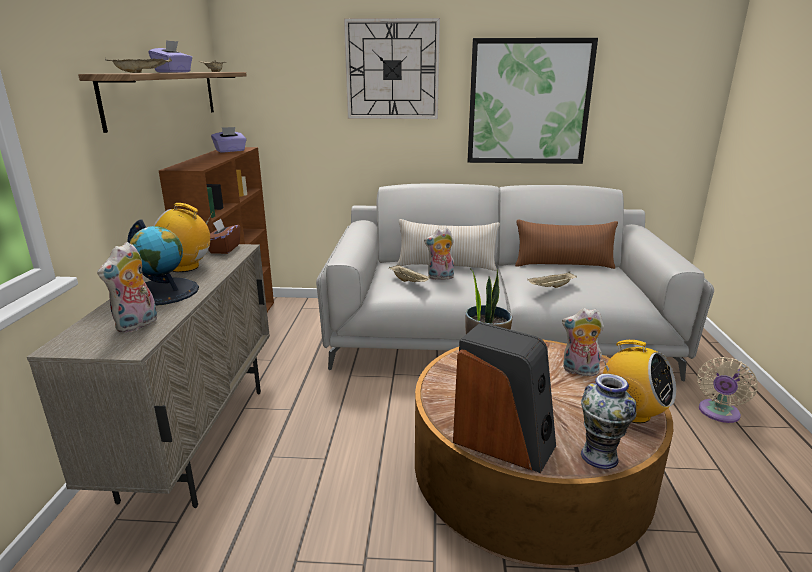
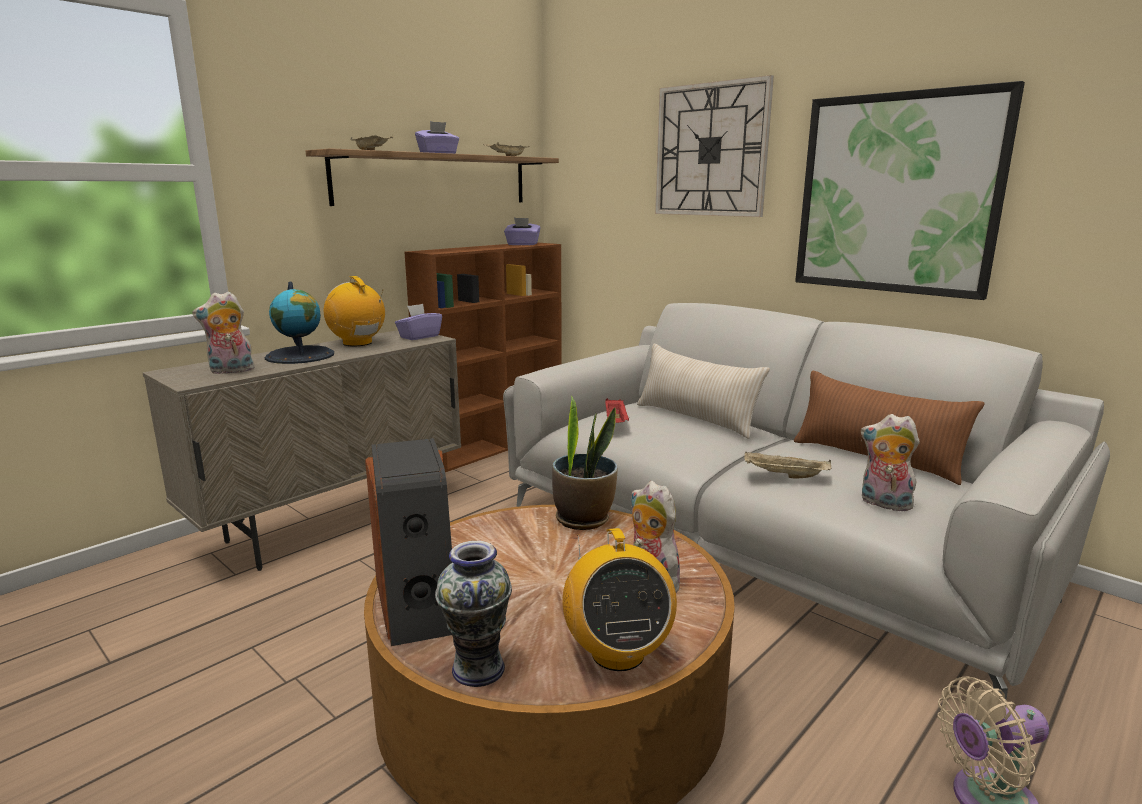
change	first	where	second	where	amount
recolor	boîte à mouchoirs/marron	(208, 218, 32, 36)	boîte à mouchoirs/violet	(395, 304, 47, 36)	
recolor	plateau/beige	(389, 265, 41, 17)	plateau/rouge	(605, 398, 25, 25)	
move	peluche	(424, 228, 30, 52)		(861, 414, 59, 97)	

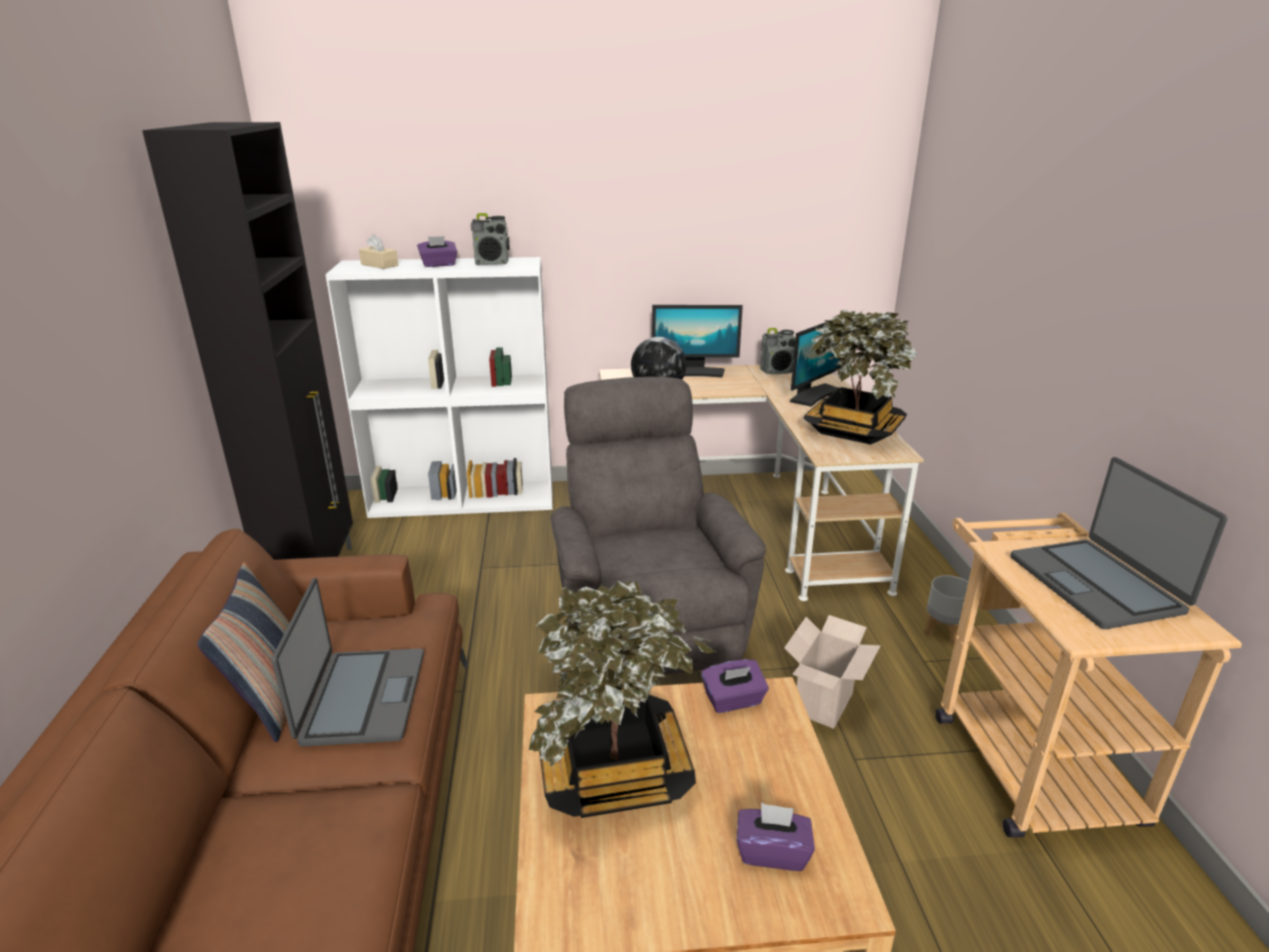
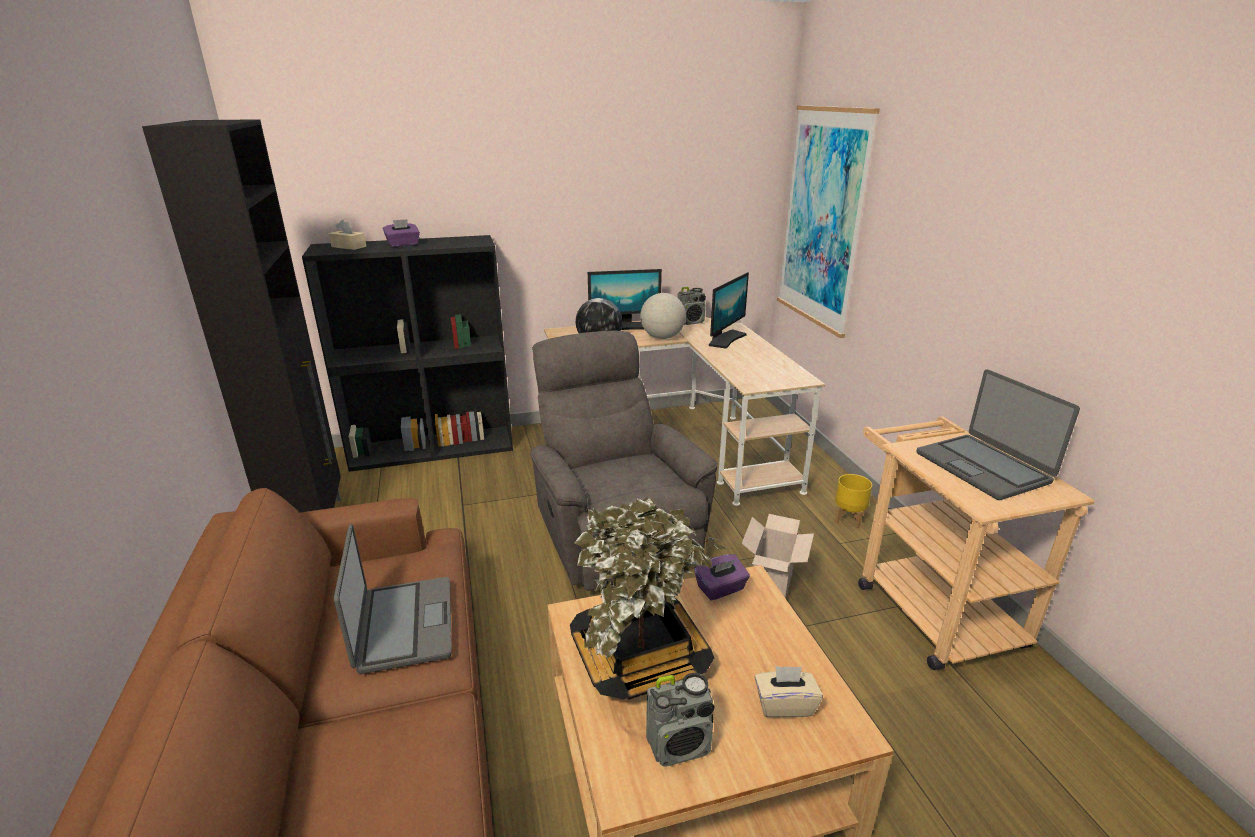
change	first	where	second	where	amount
delete	coussin	(197, 562, 92, 180)			
recolor	bibliothèque/blanc	(325, 257, 227, 261)	bibliothèque/noir	(302, 235, 211, 237)	
move	radio	(471, 213, 38, 52)		(646, 673, 69, 94)	
recolor	boîte à mouchoirs/violet	(737, 803, 78, 68)	boîte à mouchoirs/beige	(754, 666, 69, 52)	
delete	plante en pot	(803, 310, 114, 135)			
recolor	cache-pot/gris	(924, 575, 44, 70)	cache-pot/jaune	(834, 474, 38, 54)	
insert			globe	(640, 293, 46, 46)	
insert			tableau	(777, 105, 103, 233)	

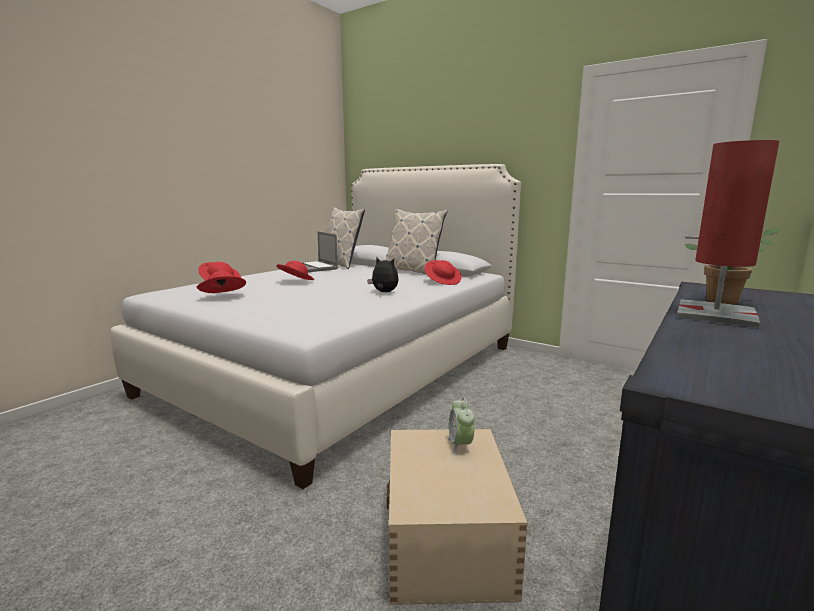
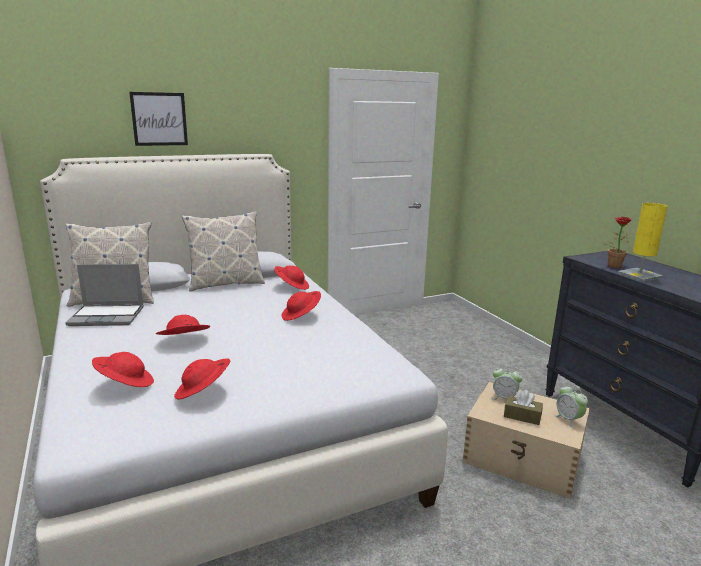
change	first	where	second	where	amount
replace	peluche	(367, 258, 32, 34)	chapeau/rouge	(282, 291, 39, 30)	
recolor	lampe de table/rouge	(677, 140, 102, 188)	lampe de table/jaune	(618, 203, 50, 78)	
insert			tableau	(129, 92, 59, 54)	
insert			boîte à mouchoirs/marron	(504, 390, 39, 35)	
insert			réveil	(554, 385, 34, 43)	

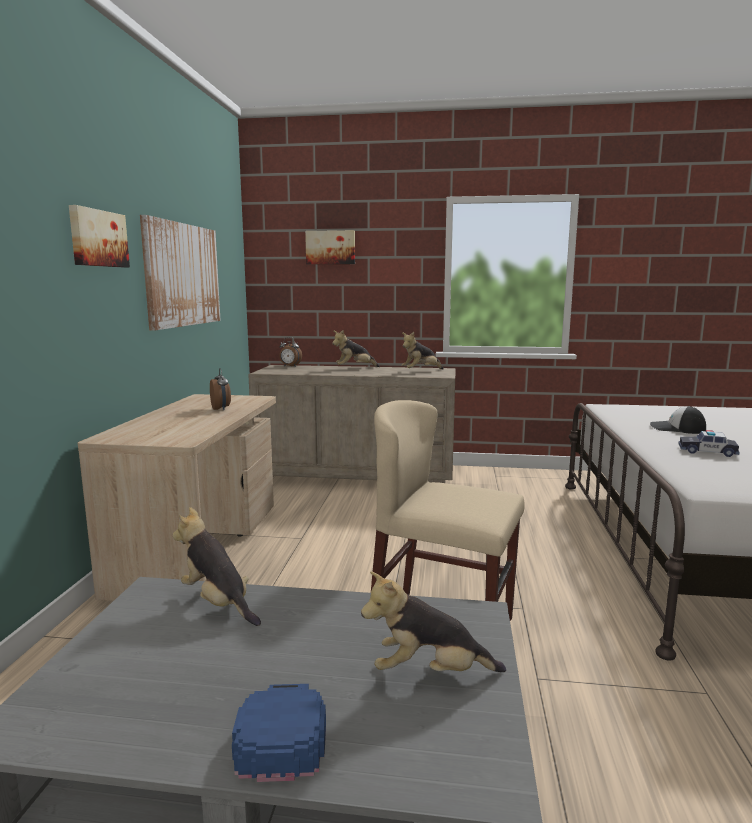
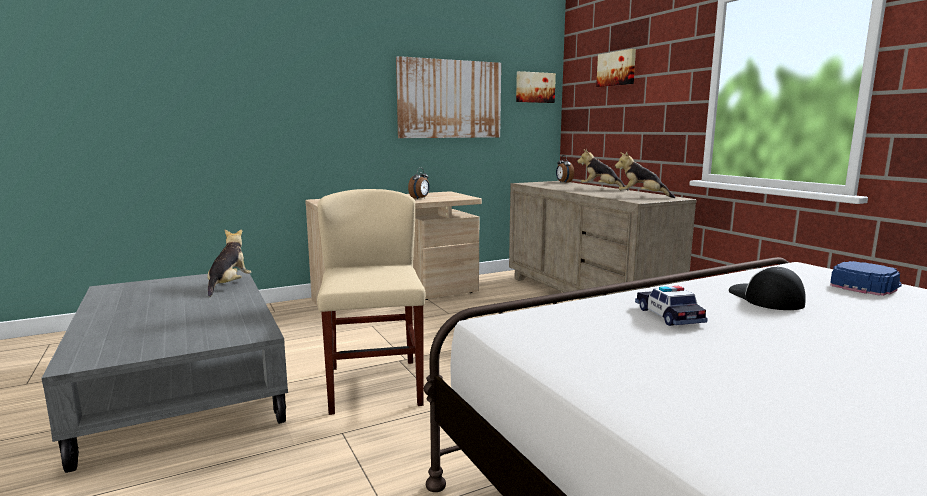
change	first	where	second	where	amount
move	tableau	(69, 205, 61, 62)		(516, 71, 40, 32)	
move	casquette/bleu	(232, 684, 94, 98)		(830, 261, 72, 35)	
delete	peluche	(361, 571, 145, 101)			

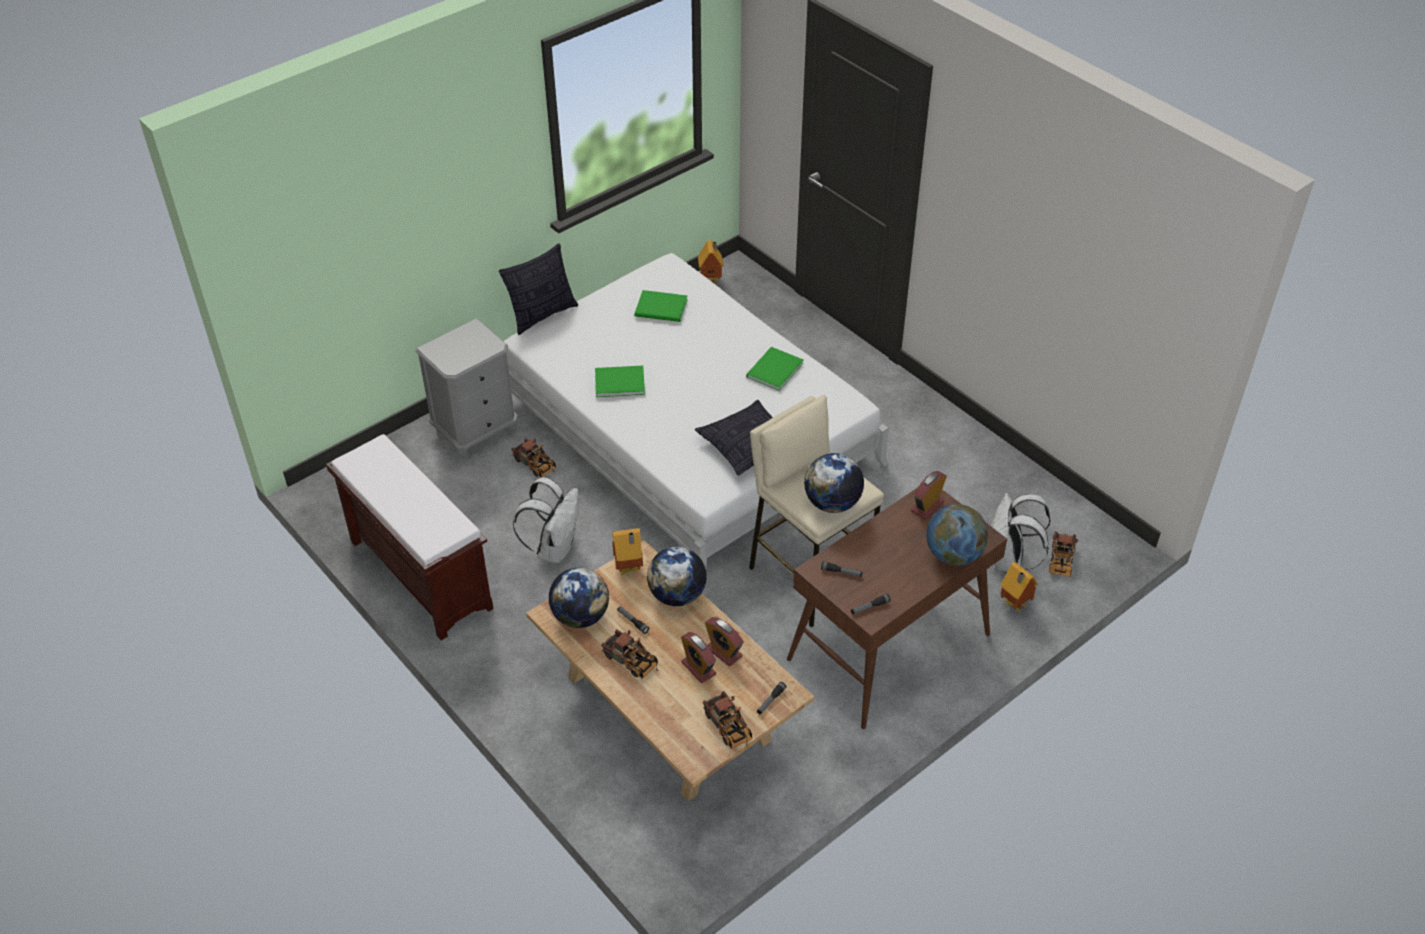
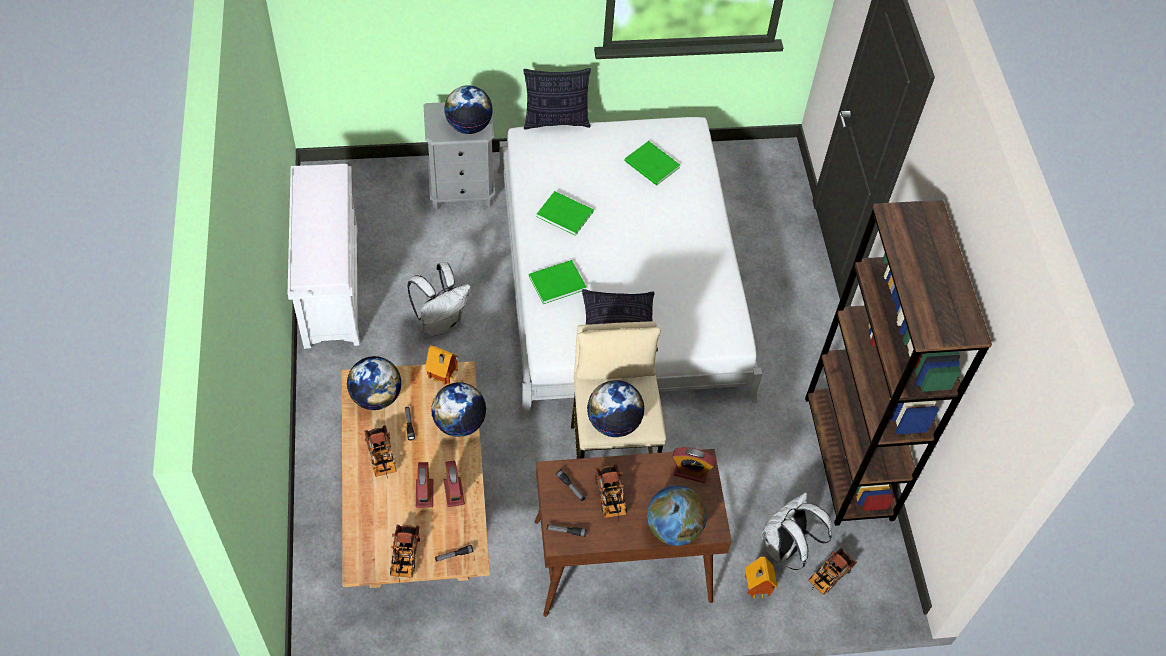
change	first	where	second	where	amount
recolor	banc/marron	(326, 434, 168, 206)	banc/blanc	(288, 164, 72, 185)	
move	camion jouet	(511, 438, 45, 40)		(595, 464, 32, 57)	
delete	maison miniature	(698, 240, 25, 44)			
move	livre/vert	(746, 347, 58, 44)		(529, 260, 57, 44)	
rotate	réveil	(911, 471, 36, 48)		(673, 447, 43, 36)	150 degrees counterclockwise
insert			globe	(444, 85, 49, 49)	
insert			bibliothèque/marron	(805, 200, 187, 326)	

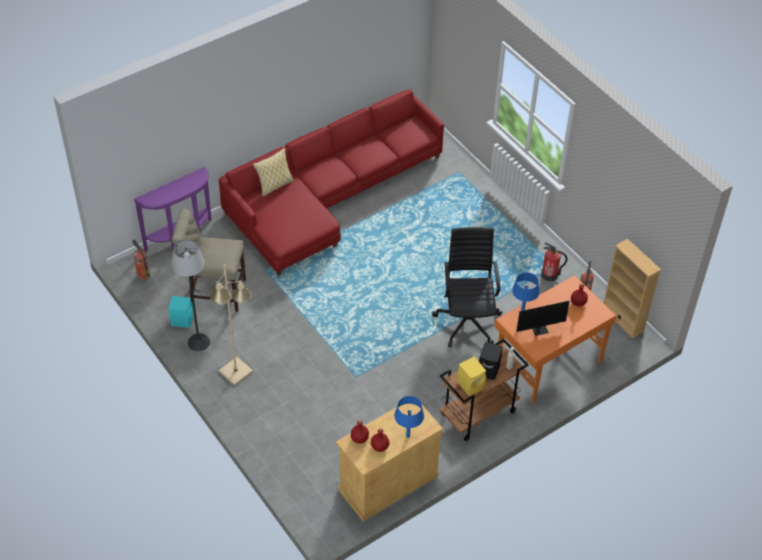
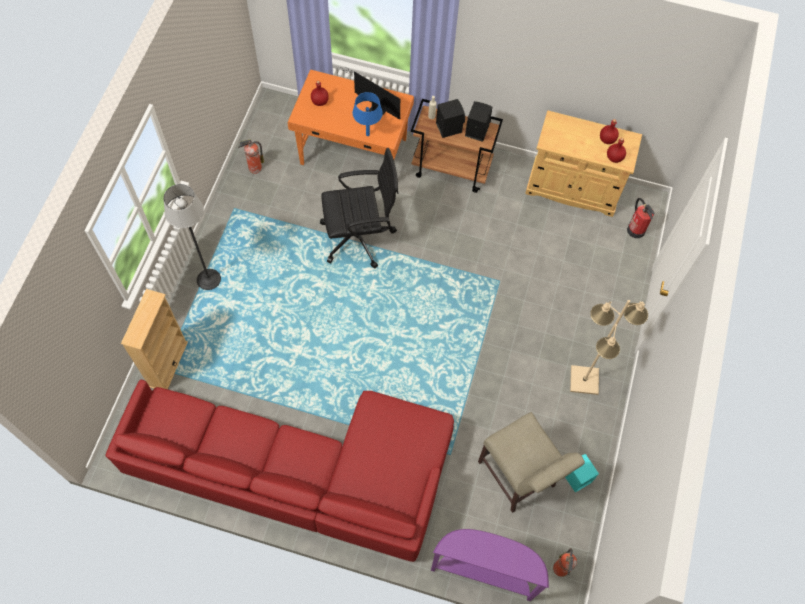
change	first	where	second	where	amount
move	lampadaire	(172, 239, 38, 112)		(163, 184, 58, 106)	
delete	coussin	(253, 148, 41, 49)			
delete	lampe de table/bleu	(394, 396, 30, 42)			
rotate	chaise de bureau/noir	(432, 227, 70, 120)		(320, 148, 78, 120)	150 degrees counterclockwise
recolor	enceinte/jaune	(457, 356, 29, 40)	enceinte/noir	(465, 101, 27, 41)	
move	extincteur	(541, 242, 26, 39)		(627, 198, 28, 40)	
move	bibliothèque/beige	(604, 239, 57, 99)		(121, 289, 67, 100)	

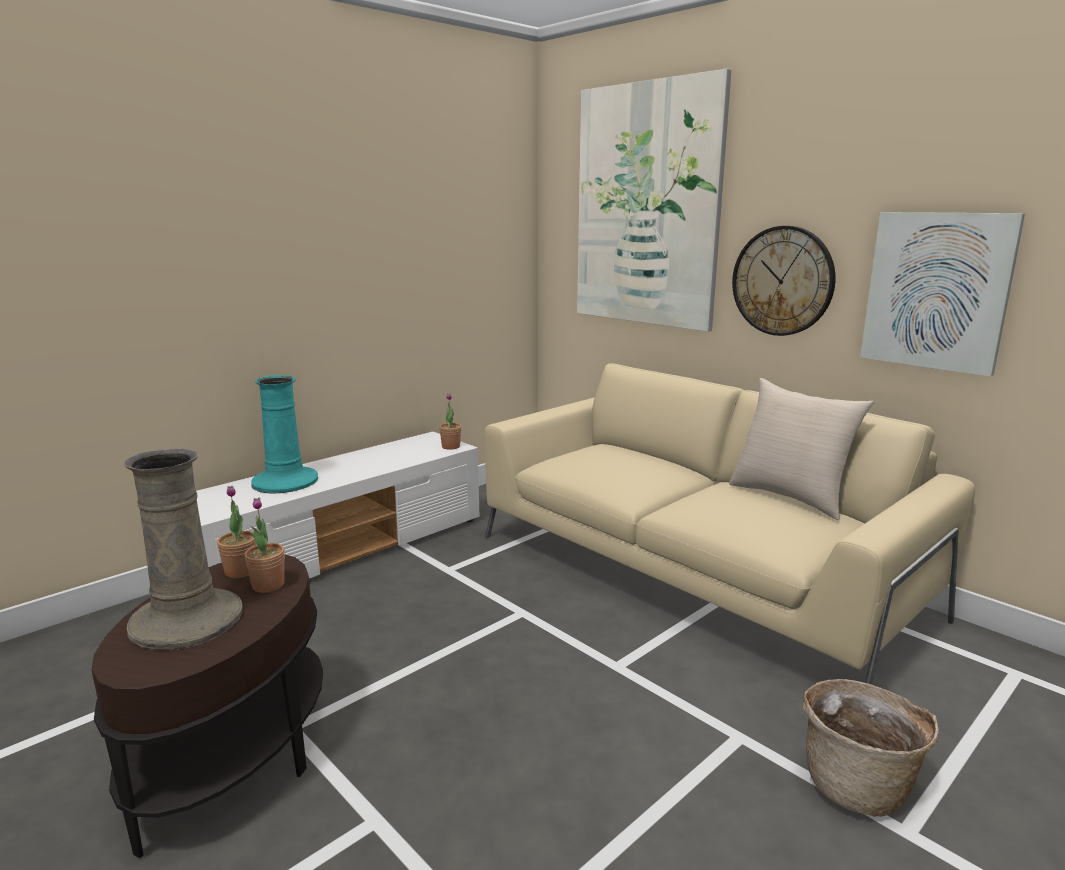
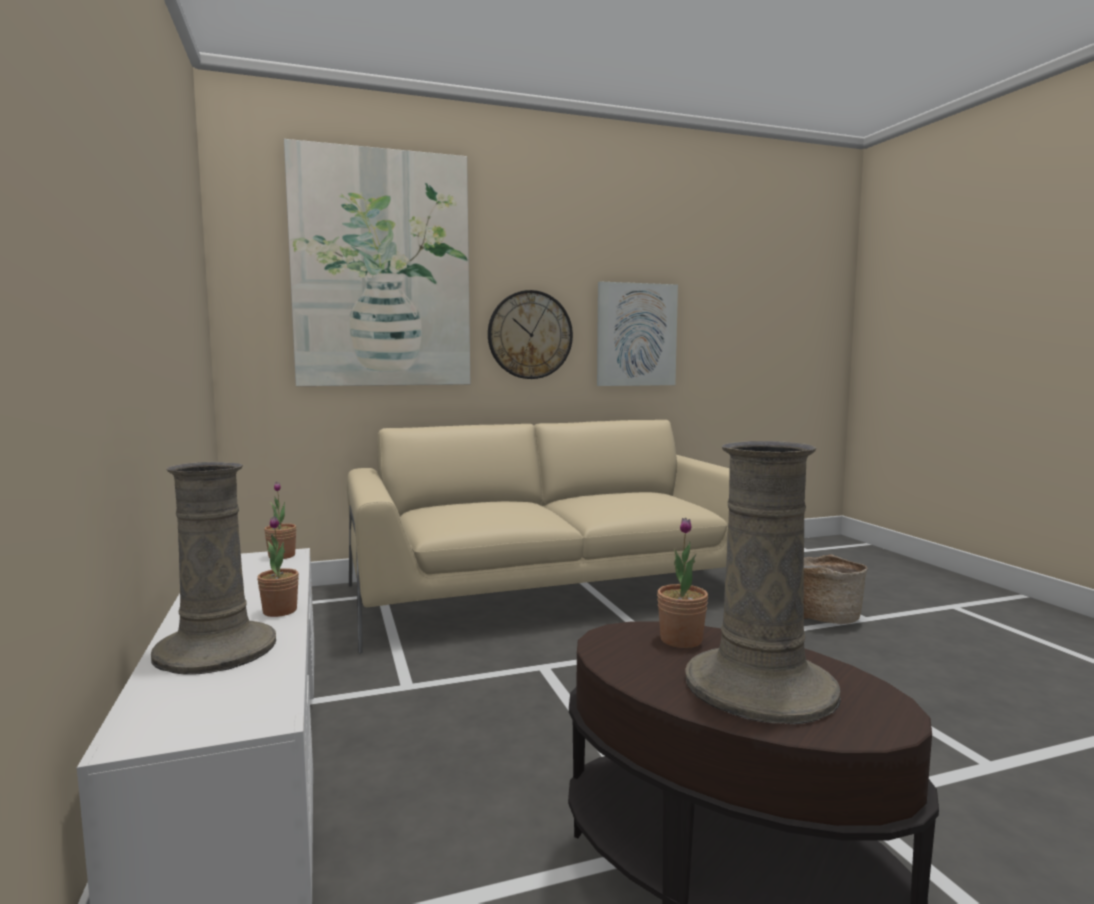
change	first	where	second	where	amount
move	plante en pot	(217, 486, 39, 92)		(257, 516, 42, 101)	
recolor	vase/turquoise	(251, 375, 67, 119)	vase/beige	(151, 462, 125, 213)	
delete	coussin/beige	(729, 378, 145, 142)			

